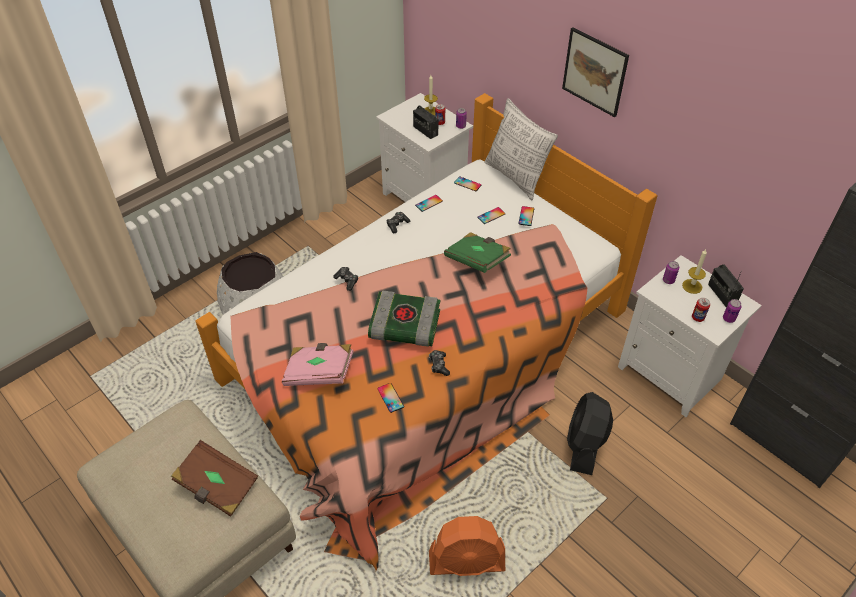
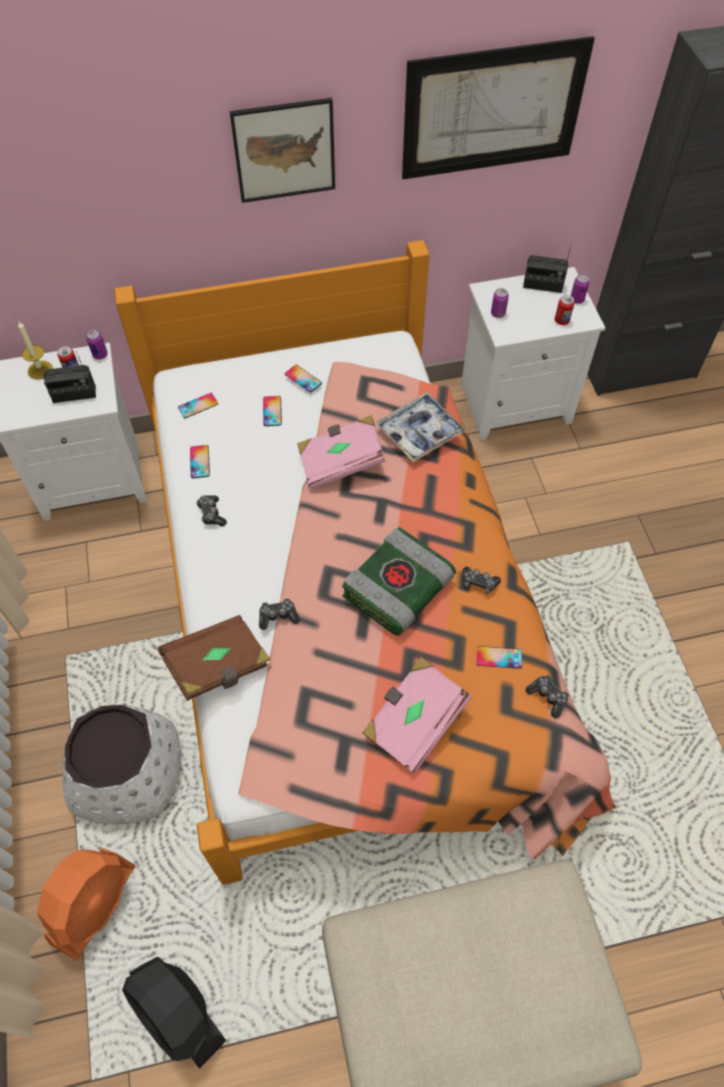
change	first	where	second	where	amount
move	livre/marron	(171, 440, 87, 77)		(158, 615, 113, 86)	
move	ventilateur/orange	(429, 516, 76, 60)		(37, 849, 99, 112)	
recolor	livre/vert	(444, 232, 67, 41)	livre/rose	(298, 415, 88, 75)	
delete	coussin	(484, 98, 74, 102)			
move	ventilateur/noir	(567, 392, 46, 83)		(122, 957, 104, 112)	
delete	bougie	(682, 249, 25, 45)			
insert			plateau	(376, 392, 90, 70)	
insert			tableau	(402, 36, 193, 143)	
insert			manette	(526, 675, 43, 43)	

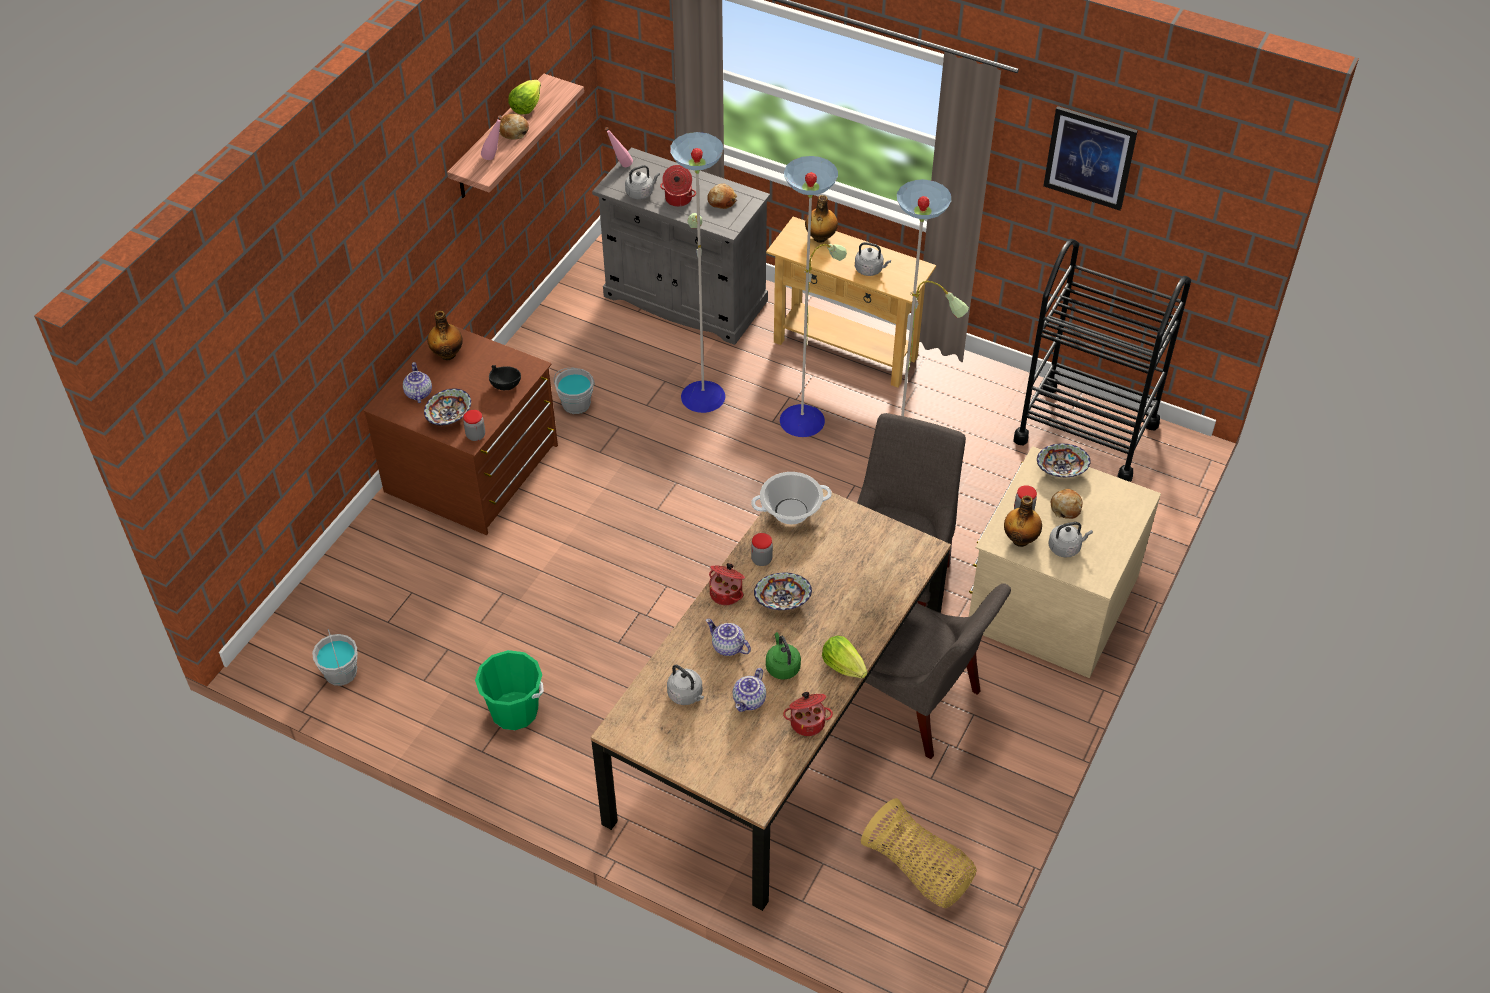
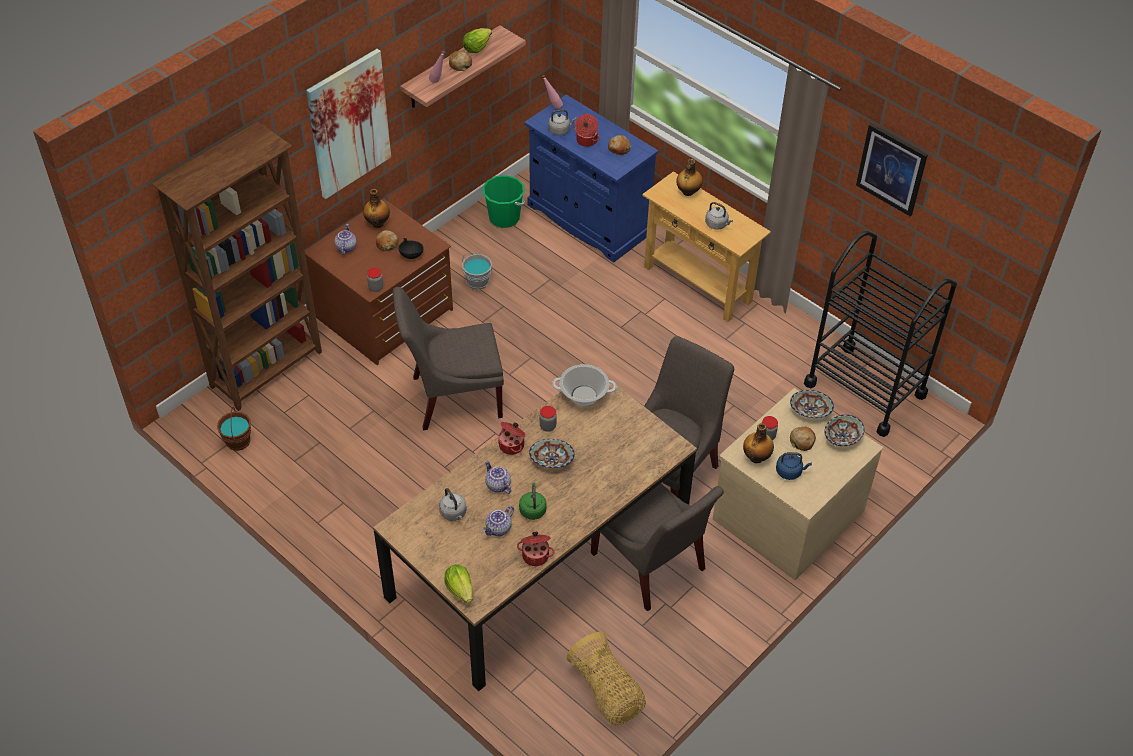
change	first	where	second	where	amount
recolor	seau/gris	(312, 629, 46, 57)	seau/marron	(217, 407, 34, 44)	
move	bol	(424, 389, 47, 36)		(825, 415, 39, 31)	
move	seau/vert	(475, 650, 69, 80)		(482, 175, 43, 53)	
recolor	meuble de rangement/gris	(592, 147, 178, 198)	meuble de rangement/bleu	(524, 94, 135, 169)	
delete	lampadaire	(670, 132, 299, 305)			
move	laitue	(822, 636, 46, 42)		(445, 564, 27, 40)	
recolor	bouilloire/gris	(1048, 522, 45, 36)	bouilloire/bleu	(776, 452, 36, 28)	
insert			bibliothèque/marron	(152, 121, 170, 290)	
insert			tableau	(306, 49, 85, 150)	
insert			pain	(376, 230, 23, 21)	
insert			chaise/gris	(393, 287, 111, 143)	

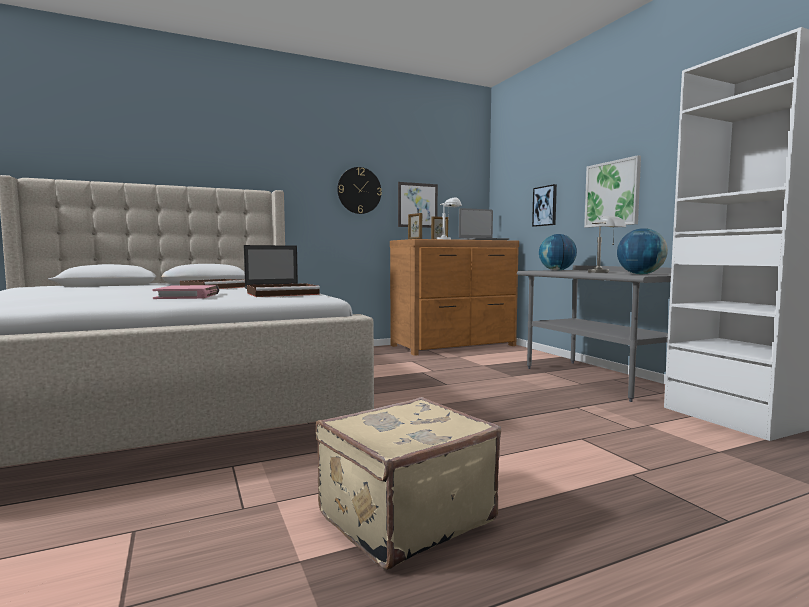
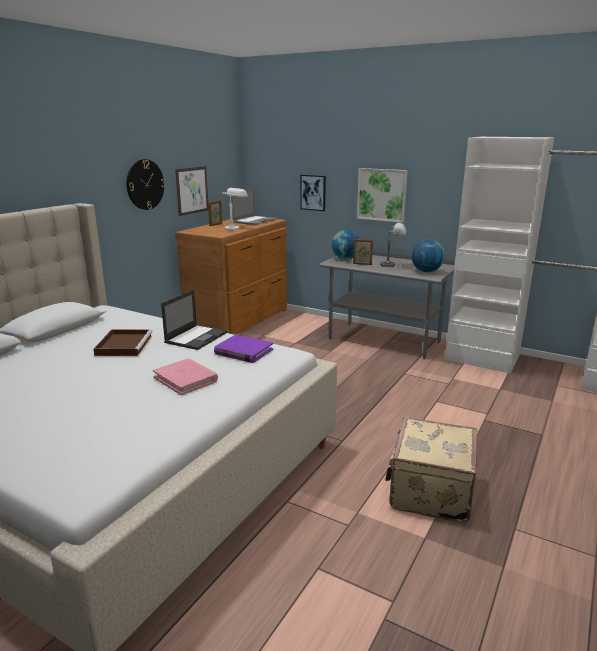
change	first	where	second	where	amount
replace	plateau/marron	(247, 283, 73, 14)	livre/violet	(214, 335, 59, 28)	
move	cadre photo	(408, 213, 14, 26)		(353, 238, 20, 27)	

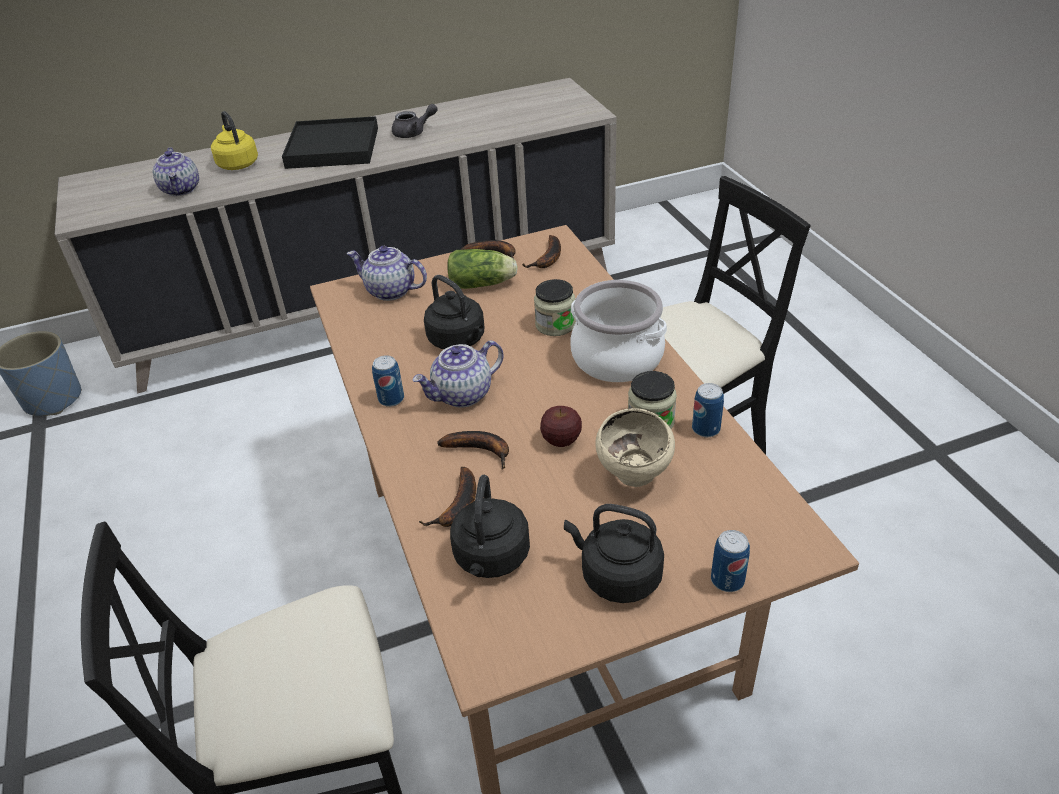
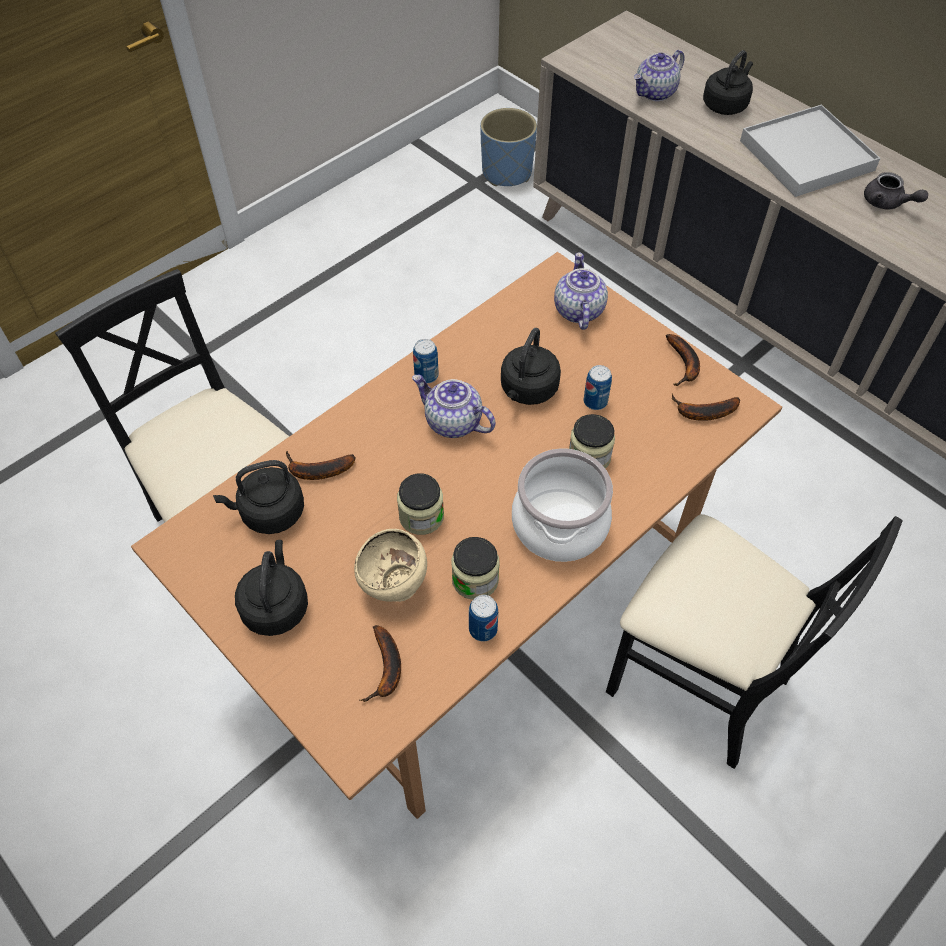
change	first	where	second	where	amount
recolor	bouilloire/jaune	(211, 111, 47, 59)	bouilloire/noir	(703, 50, 50, 65)	
recolor	plateau/noir	(282, 116, 96, 53)	plateau/blanc	(740, 105, 140, 92)	
move	banane	(437, 431, 72, 39)		(360, 625, 41, 77)	
delete	laitue	(447, 249, 71, 40)			
replace	pomme	(540, 406, 42, 41)	bocal	(397, 473, 47, 62)	
move	boîte métallique	(711, 530, 39, 62)		(584, 365, 28, 45)	

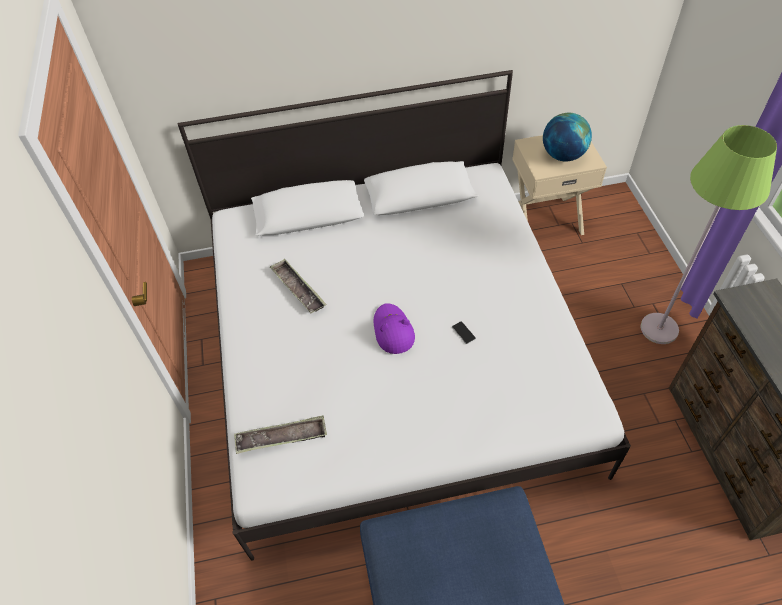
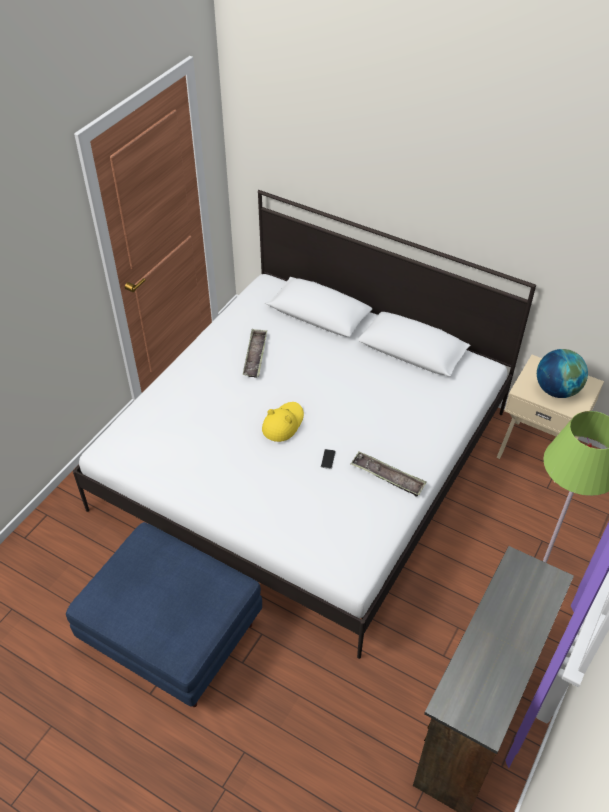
change	first	where	second	where	amount
move	plateau	(234, 416, 93, 38)		(350, 452, 76, 45)	
recolor	chapeau/violet	(374, 303, 41, 51)	chapeau/jaune	(262, 402, 42, 40)	

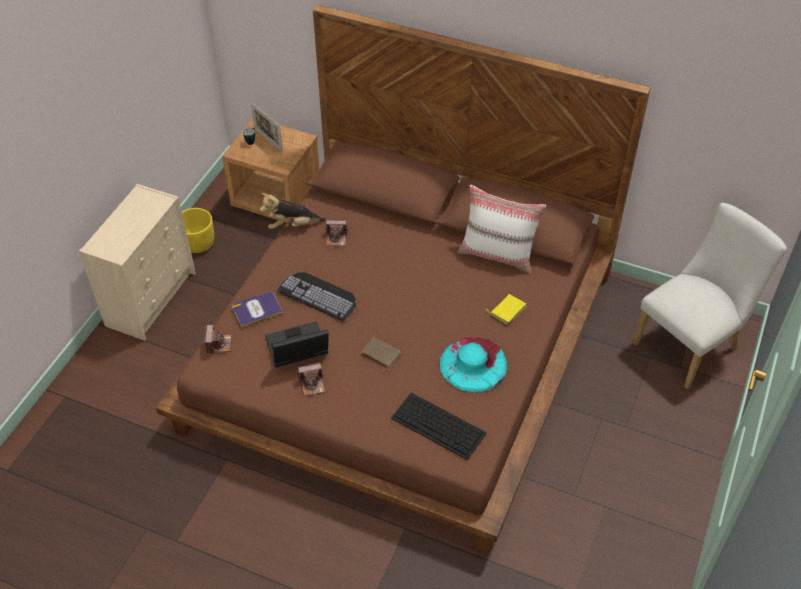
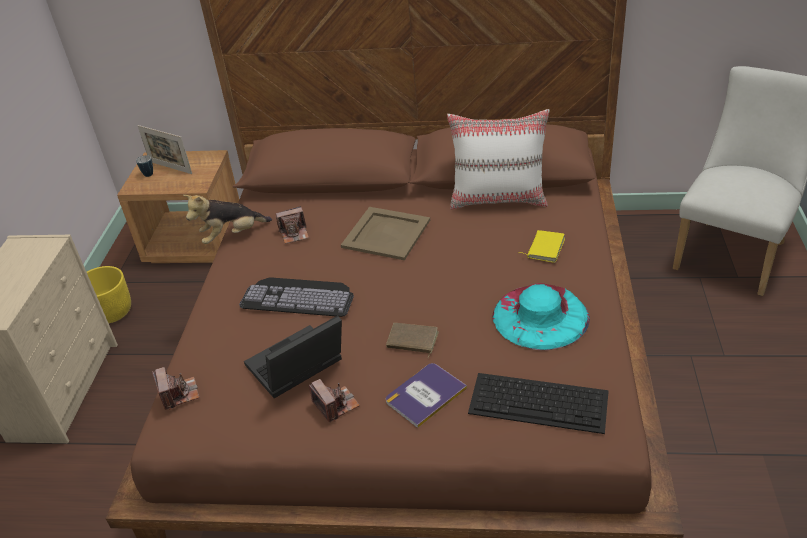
change	first	where	second	where	amount
move	livre	(232, 291, 51, 37)		(386, 363, 81, 65)	
rotate	appareil photo	(298, 362, 27, 34)		(309, 379, 51, 43)	90 degrees counterclockwise
insert			plateau/beige	(341, 207, 89, 53)	

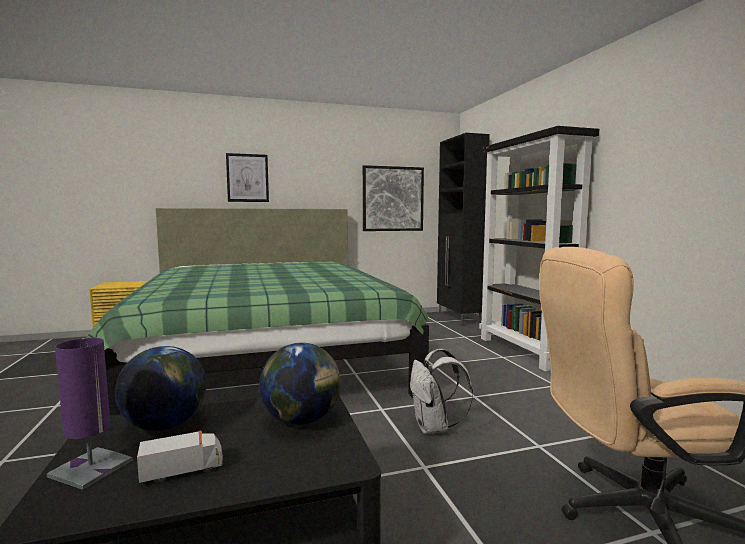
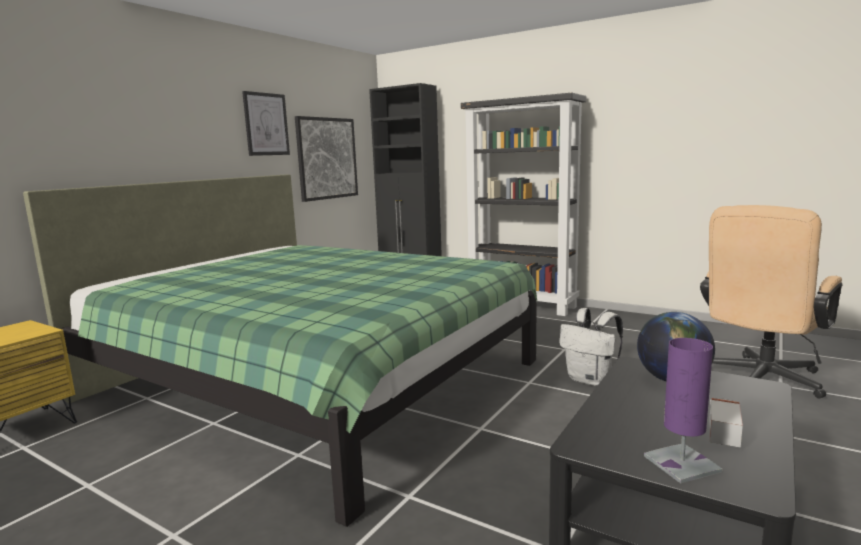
change	first	where	second	where	amount
delete	globe	(115, 346, 91, 85)			
move	tableau	(226, 153, 43, 49)		(242, 91, 48, 65)	

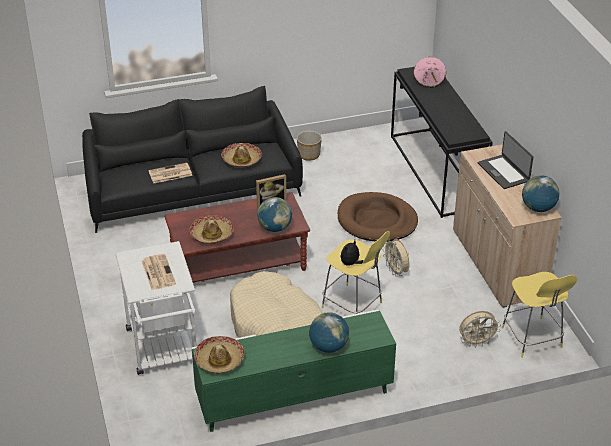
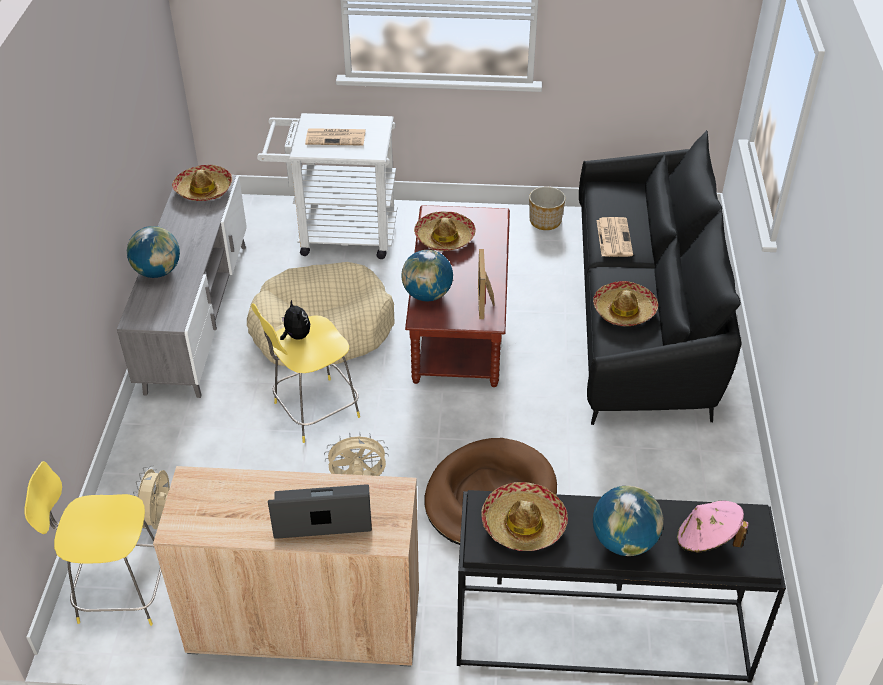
change	first	where	second	where	amount
recolor	meuble télé/vert	(191, 310, 205, 122)	meuble télé/gris	(117, 173, 130, 225)	
move	cache-pot	(297, 131, 25, 30)		(529, 187, 37, 43)	
move	globe	(522, 175, 37, 37)		(593, 486, 70, 70)	
insert			chapeau	(481, 482, 87, 69)	

